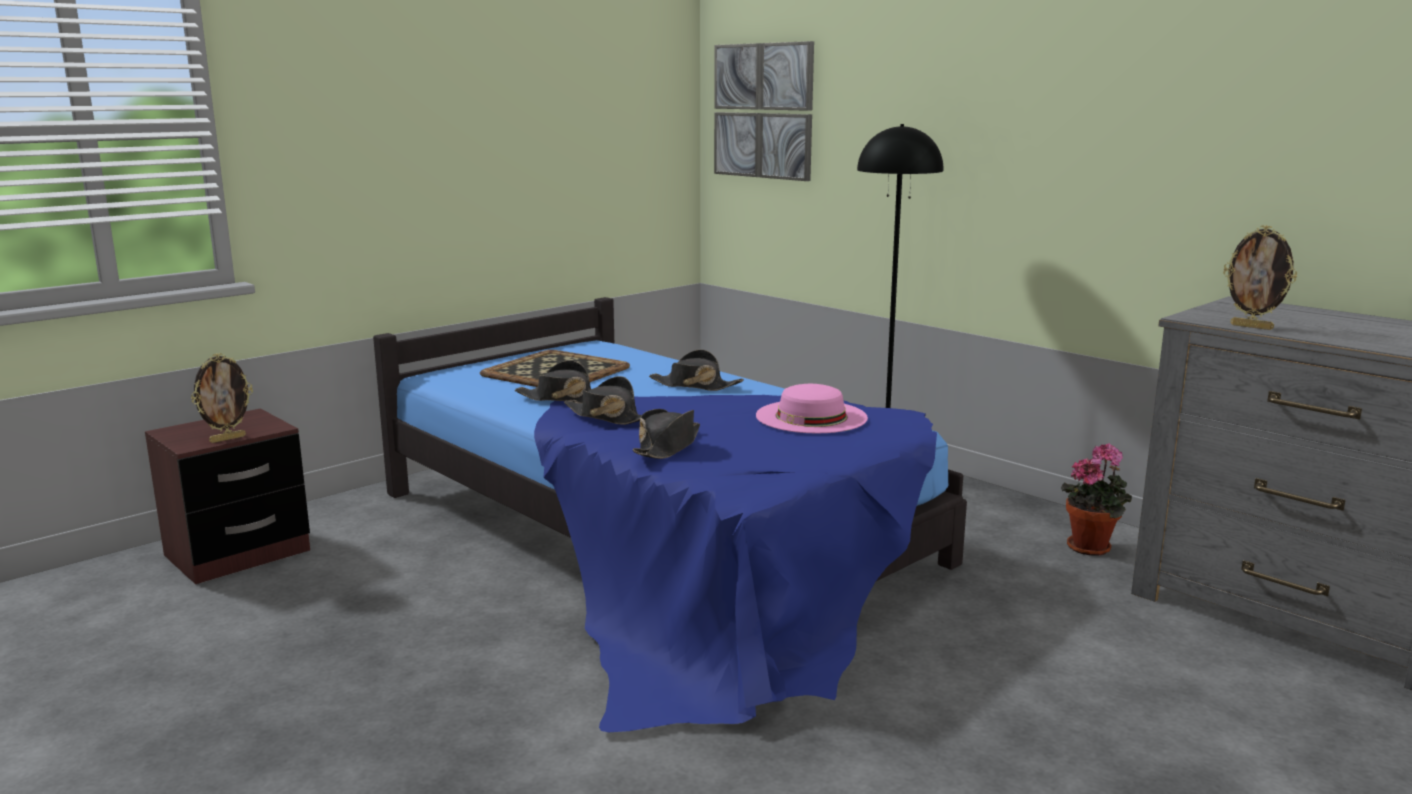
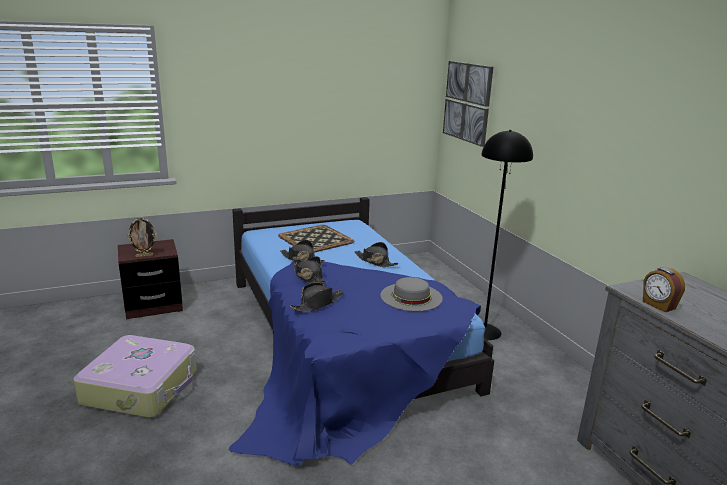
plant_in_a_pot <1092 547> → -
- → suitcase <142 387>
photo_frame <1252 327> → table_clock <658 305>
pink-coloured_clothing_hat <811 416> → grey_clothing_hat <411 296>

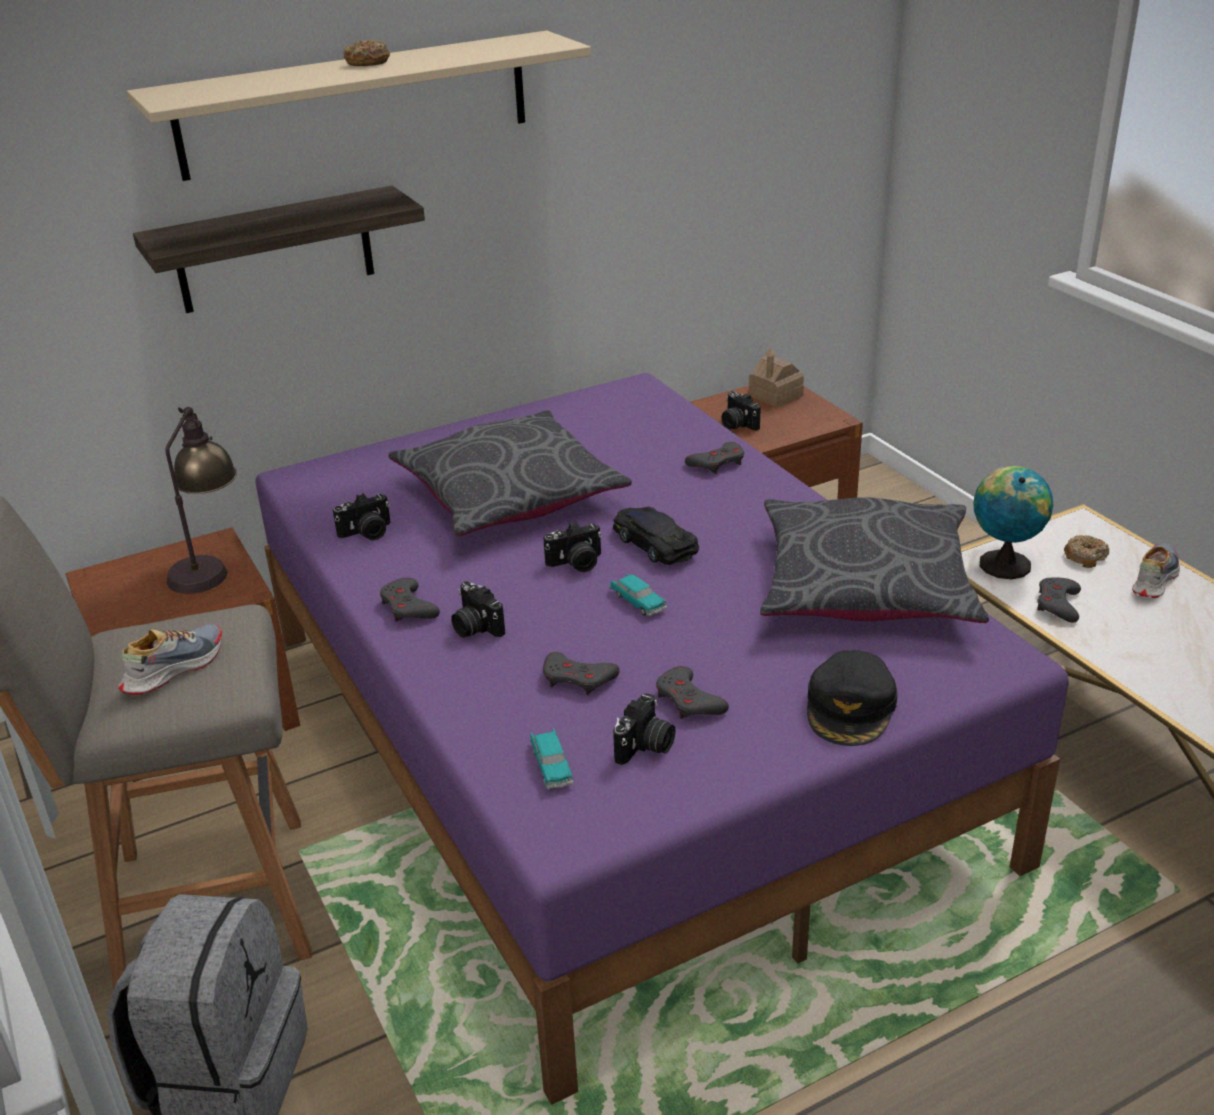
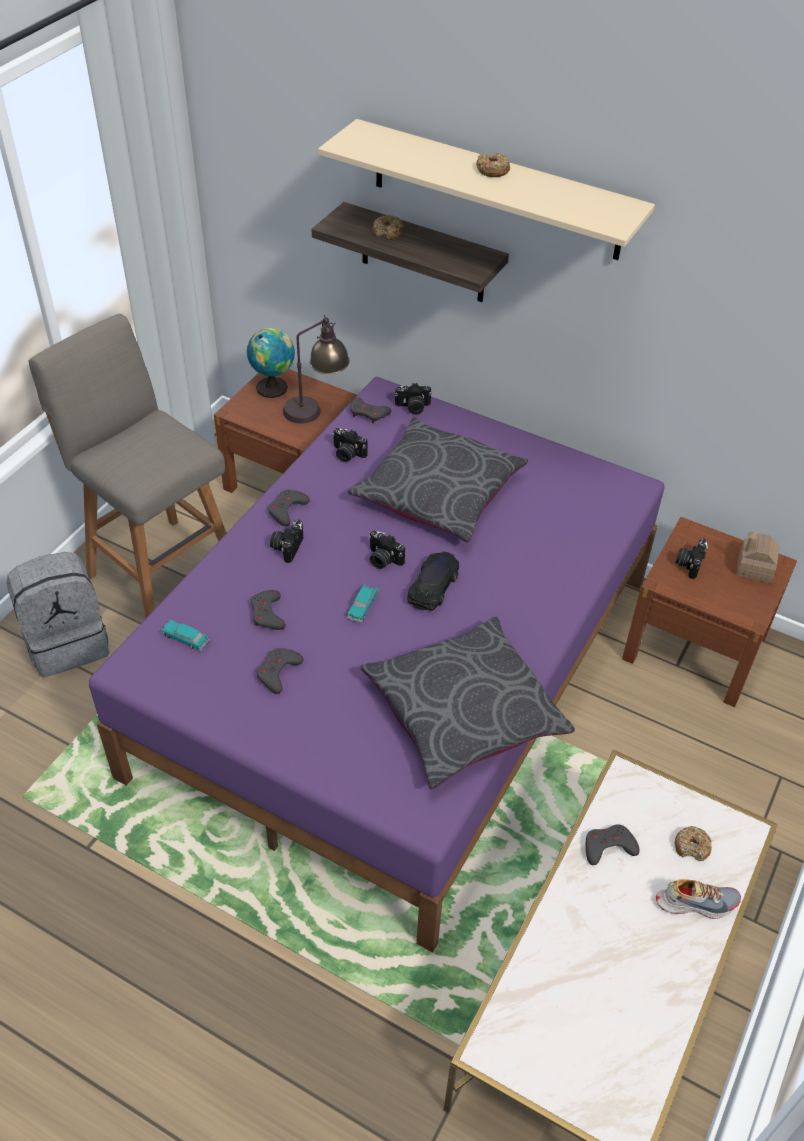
shoe <173 668> → -
blackish_peaked_cap <851 707> → -
- → doughnut <388 232>
photo_camera <645 747> → photo_camera <413 407>, moved
grey_gamepad <717 463> → grey_gamepad <368 413>, moved
globe <1003 563> → globe <274 387>, moved
model_car <551 765> → model_car <185 638>, 75 degrees clockwise

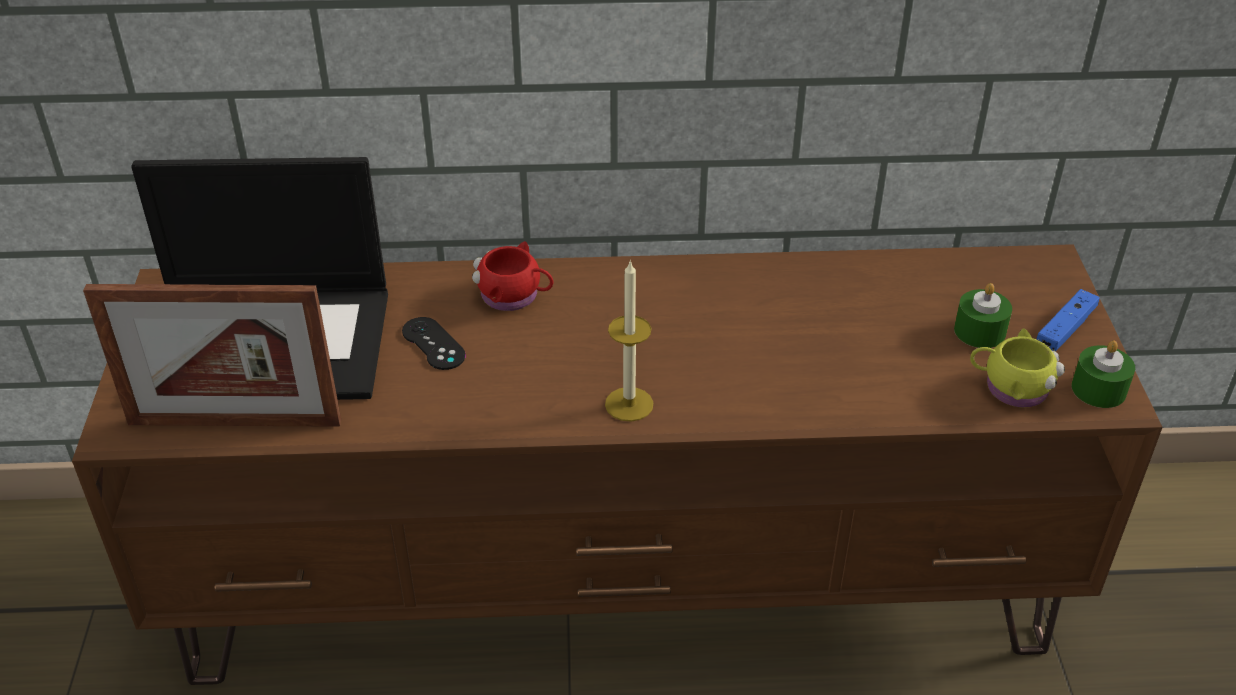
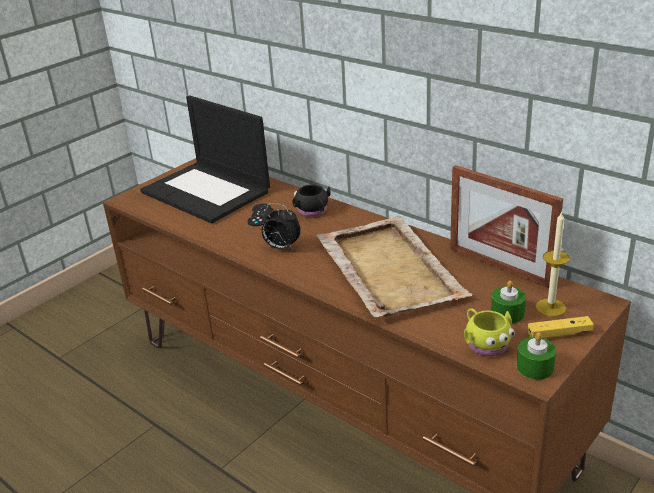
- → table_clock <281 247>
- → sand-coloured_serving_tray <388 269>
photo_frame <234 422> → photo_frame <499 267>, moved
wax_light <629 404> → wax_light <550 307>, moved
reddish_mug <514 296> → blackish_mug <313 211>
bluish_gamepad <1065 329> → yellow_gamepad <559 334>

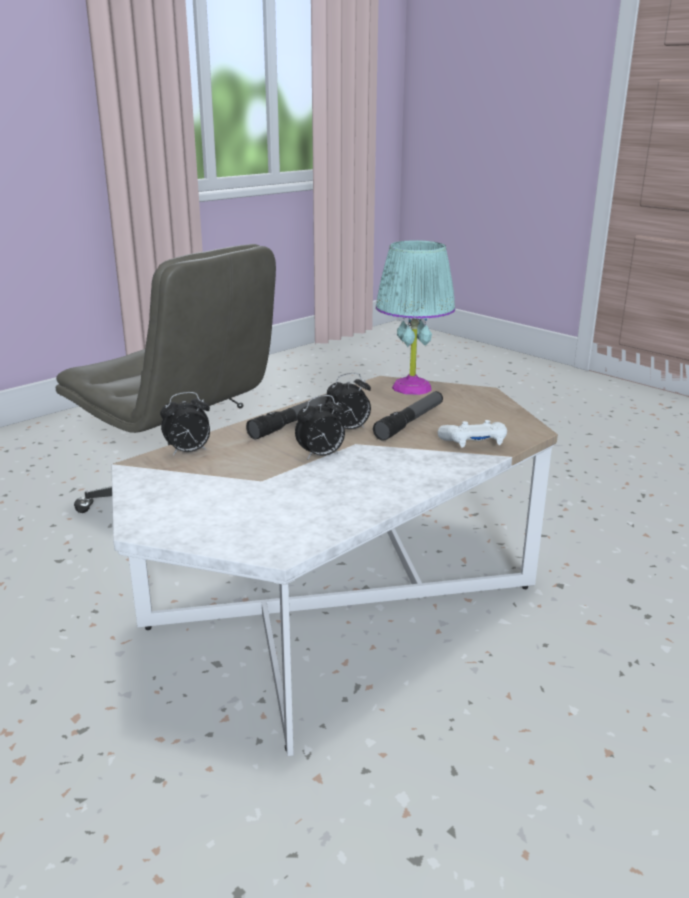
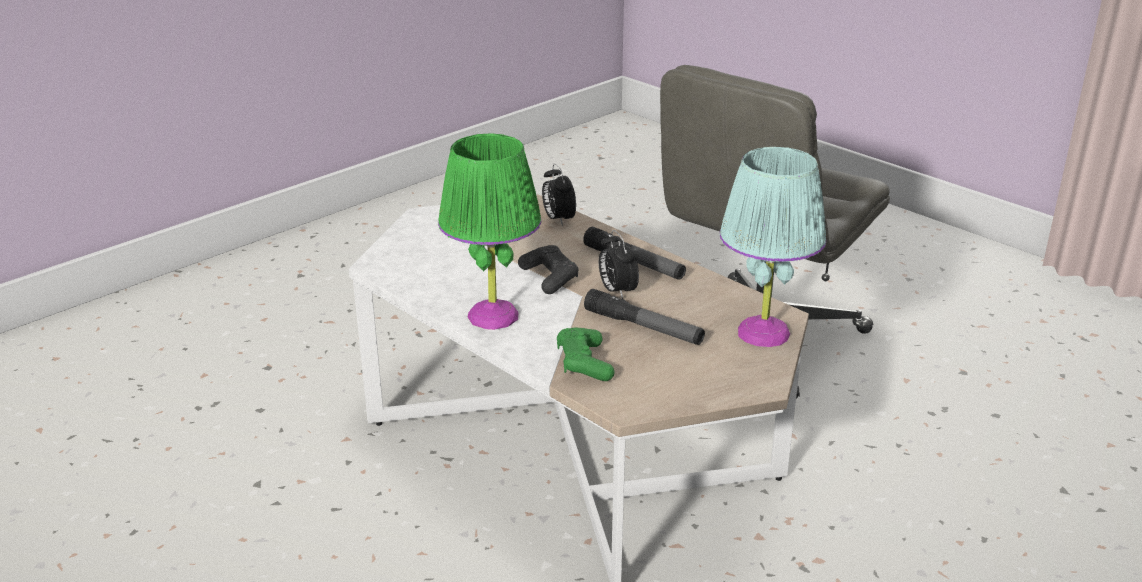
- → green-coloured_table_lamp <492 315>
table_clock <321 456> → blackish_gamepad <549 278>
whitish_gamepad <474 443> → green-coloured_gamepad <584 363>

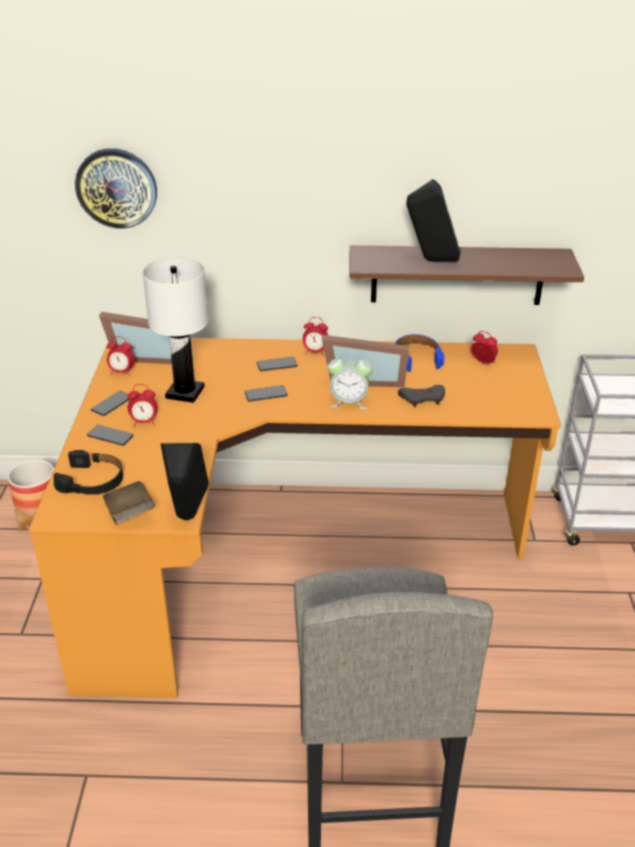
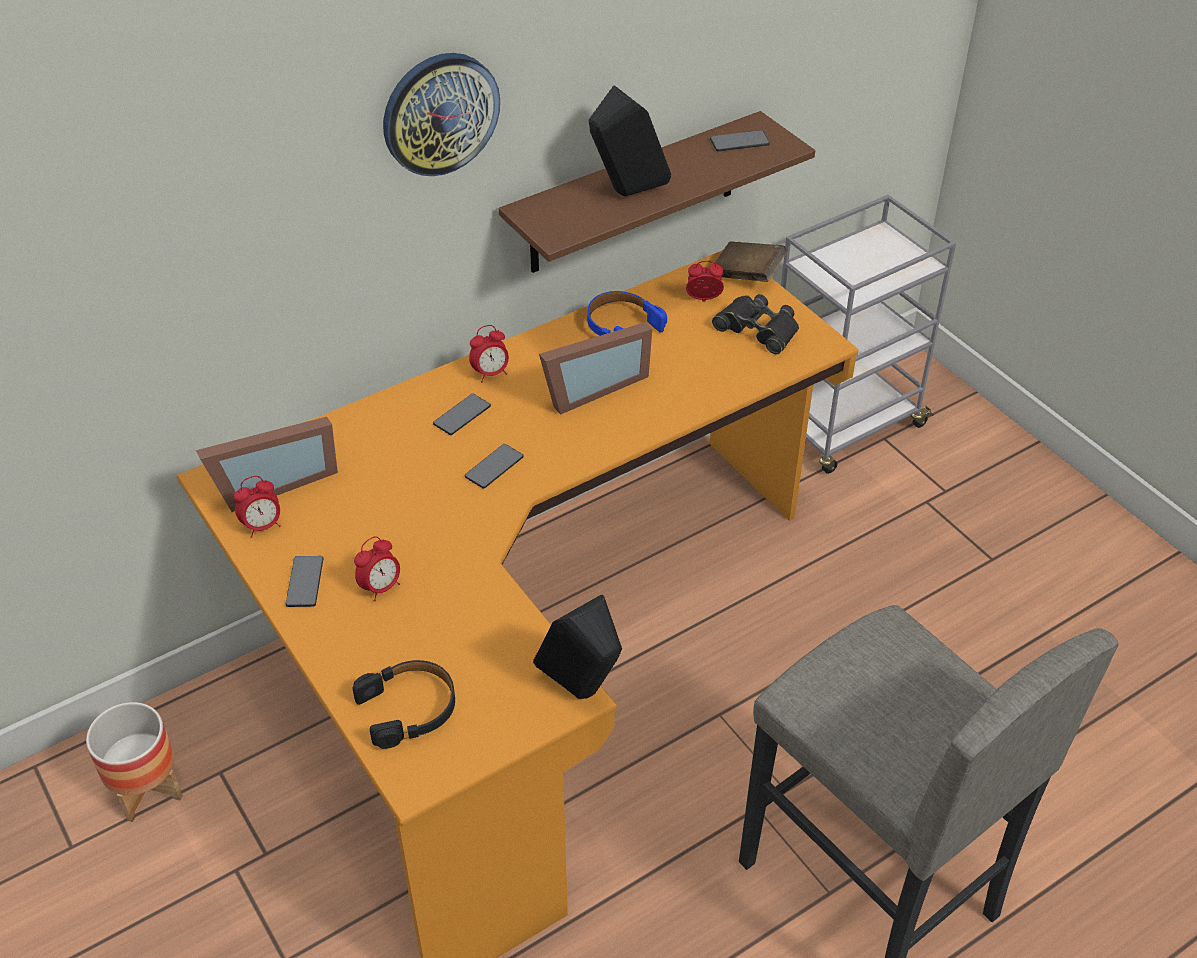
whitish_table_lamp <185 393> → -
table_clock <348 402> → -
grey_gamepad <423 399> → -
- → blackish_field_glasses <758 329>
clock_on_the_wall <116 188> → clock_on_the_wall <440 113>, moved
handset <110 436> → handset <739 142>, moved
brown_volume <130 514> → brown_volume <747 275>, moved

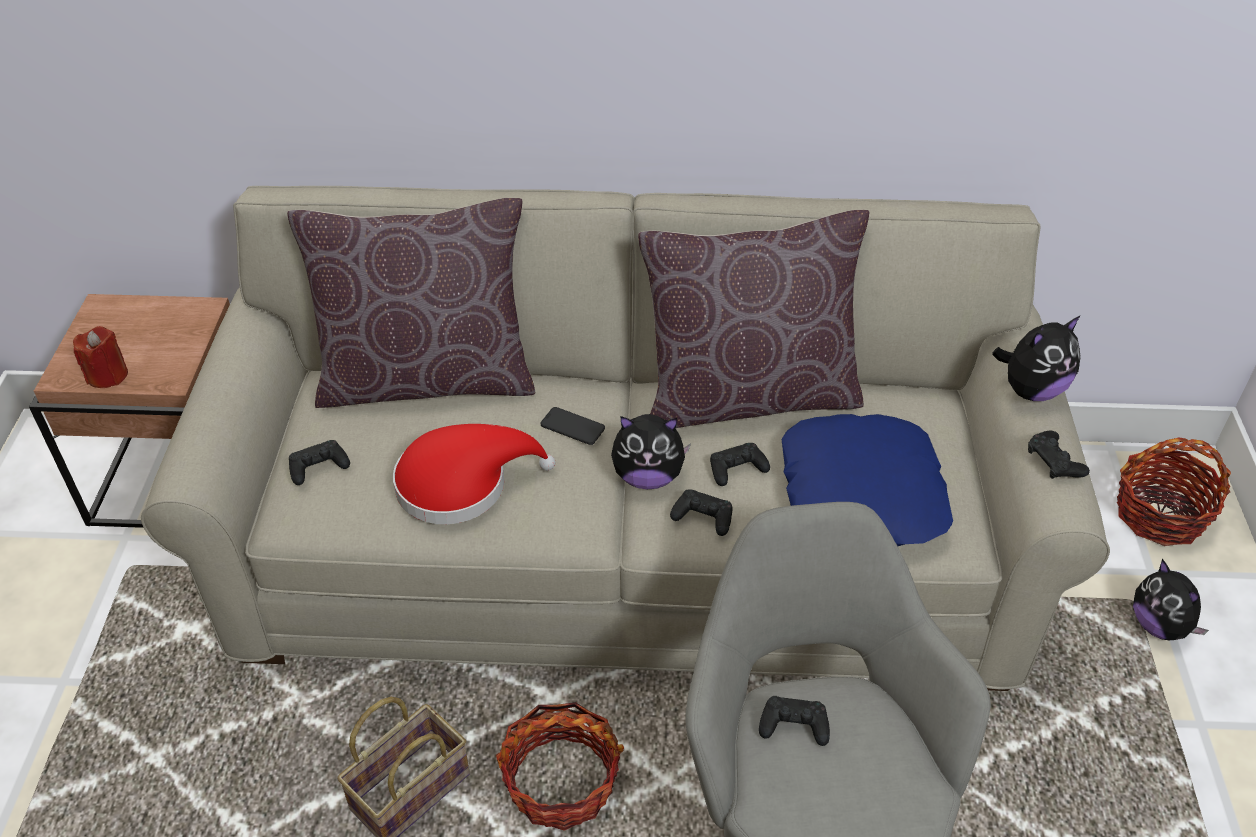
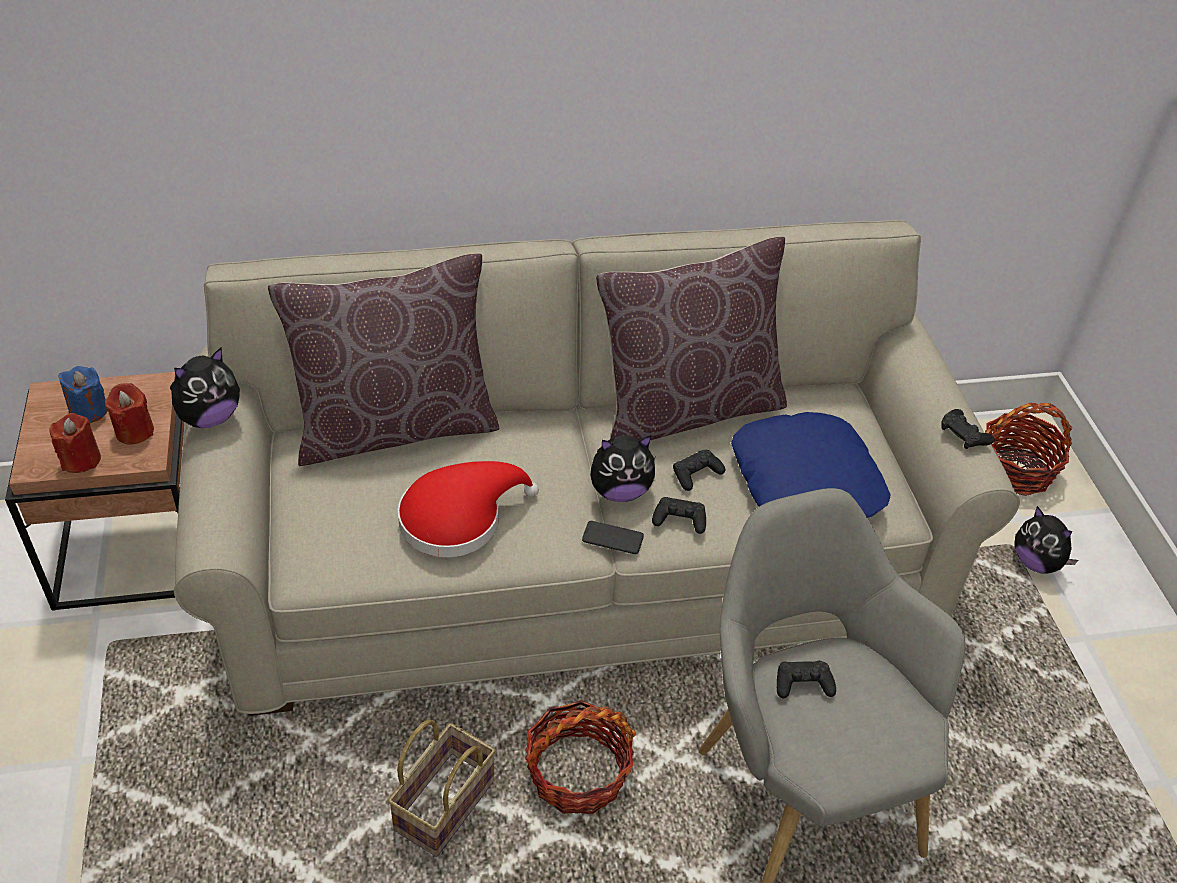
blackish_gamepad <318 467> → -
- → bluish_wax_light <89 411>
- → reddish_wax_light <134 431>
handset <572 426> → handset <612 538>, moved
cuddly_toy <1031 390> → cuddly_toy <209 417>, moved

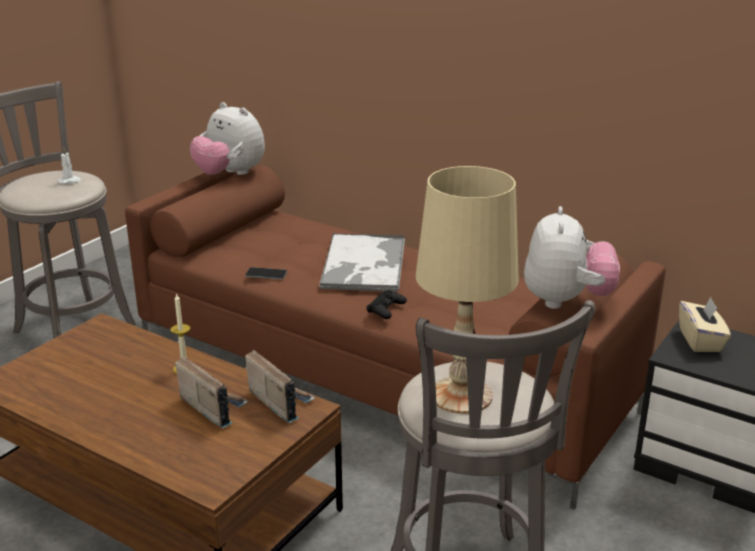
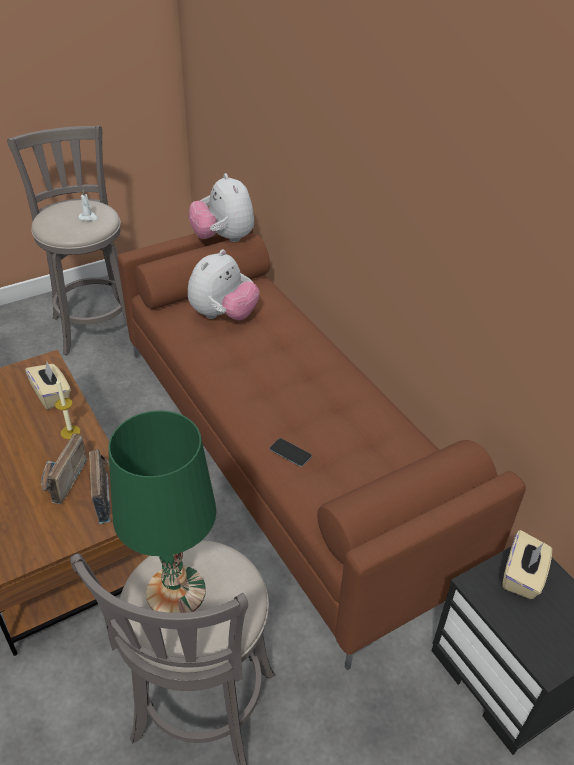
serving_tray <363 264> → -
blackish_gamepad <386 309> → -
- → sand-coloured_tissue_holder <52 395>
handset <266 274> → handset <290 452>, moved
cuddly_toy <566 301> → cuddly_toy <223 315>, moved
sand-coloured_table_lamp <462 395> → green-coloured_table_lamp <177 591>
radio <213 406> → radio <61 481>, 150 degrees counterclockwise

